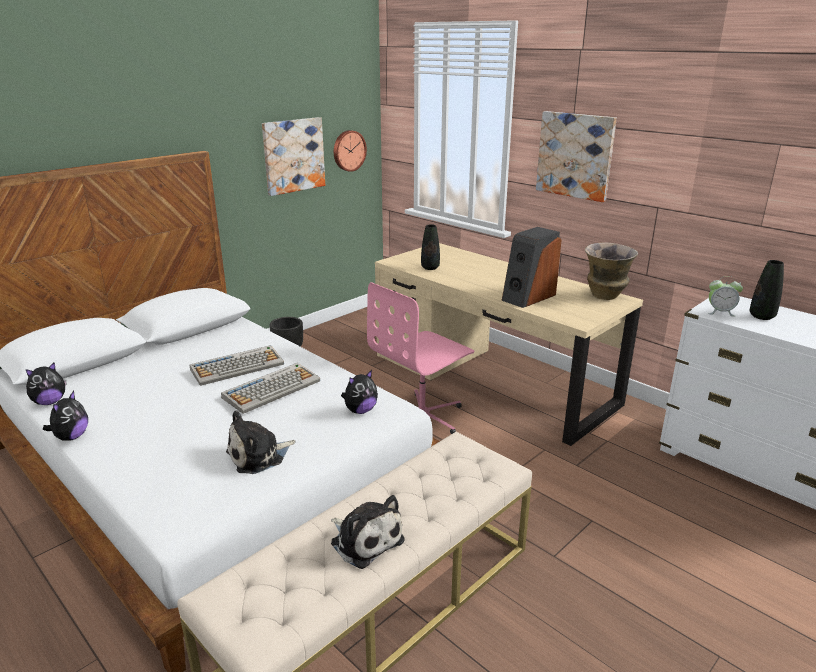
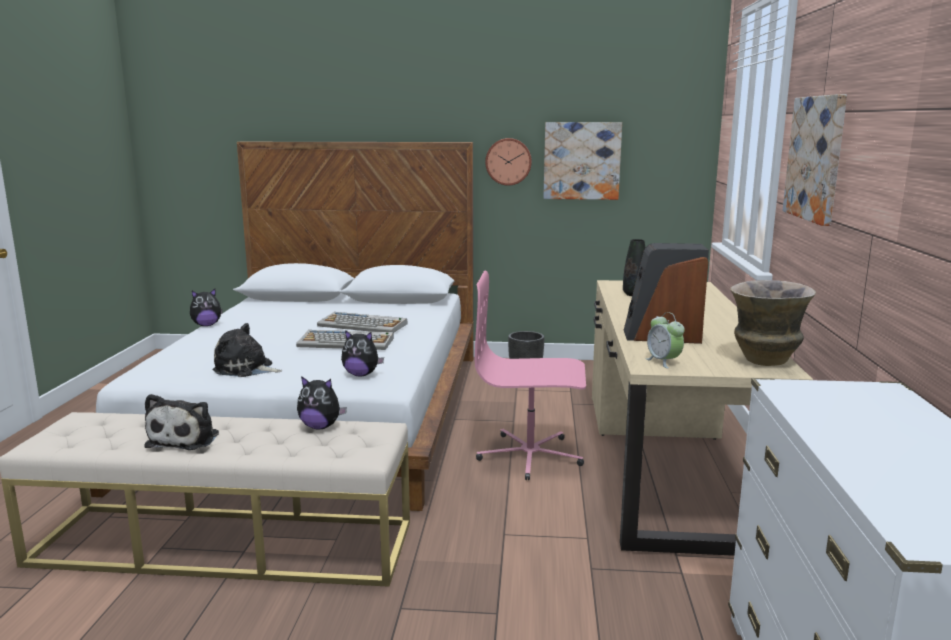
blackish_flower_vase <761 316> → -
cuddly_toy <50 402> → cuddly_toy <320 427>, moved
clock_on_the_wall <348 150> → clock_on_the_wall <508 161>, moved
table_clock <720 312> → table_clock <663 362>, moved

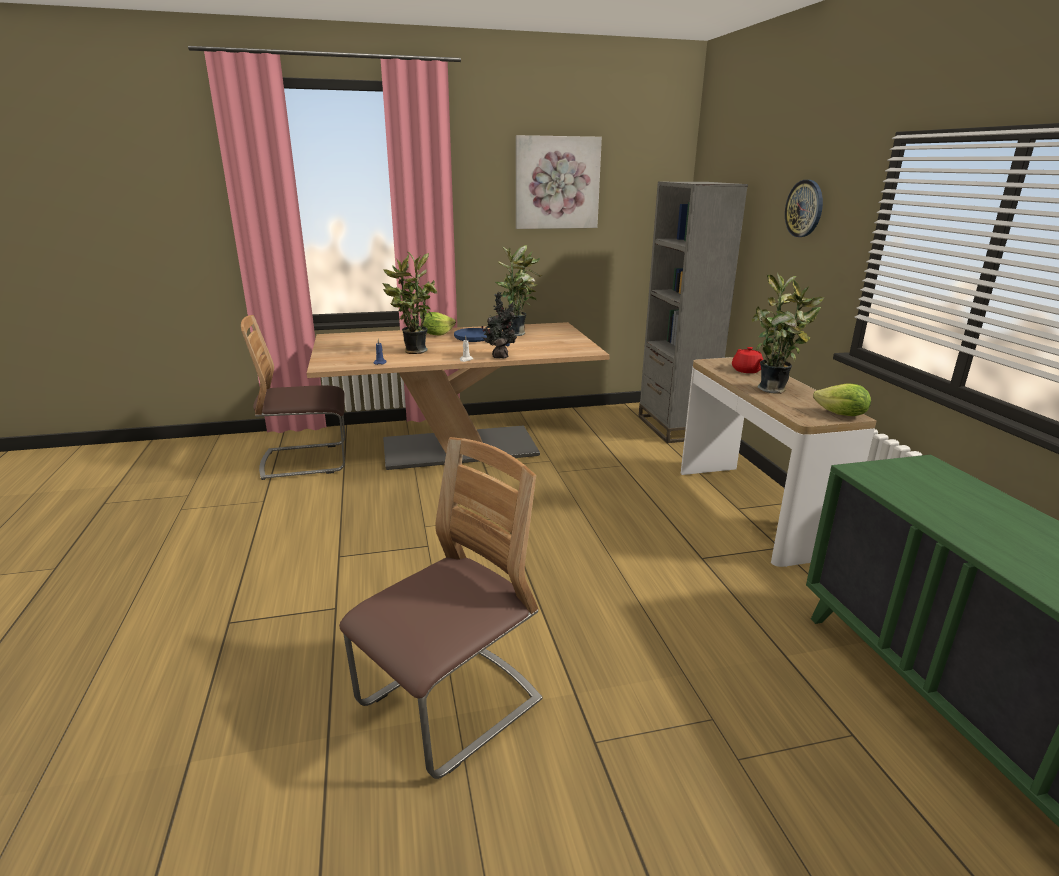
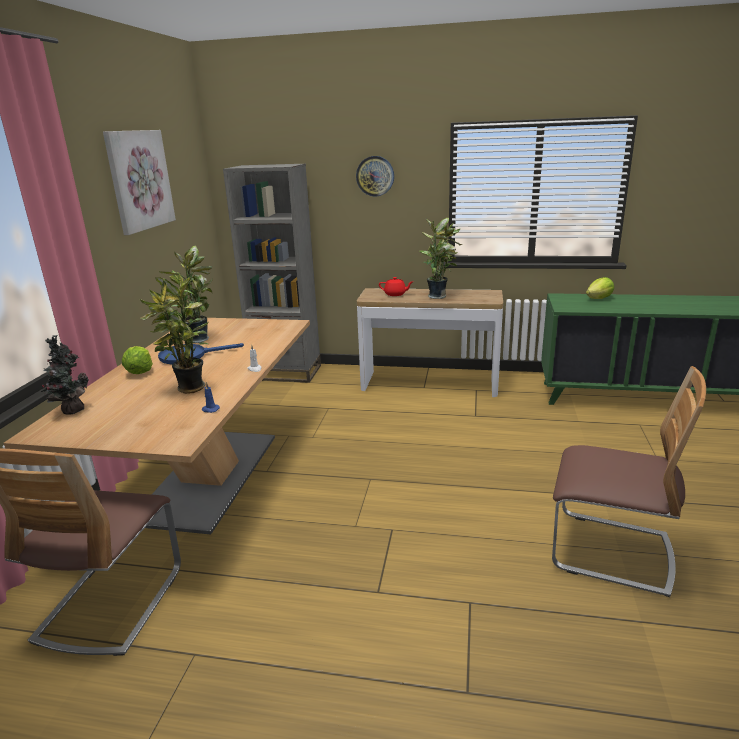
plant_in_a_pot <500 356> → plant_in_a_pot <71 410>, moved
lettuce_head <841 415> → lettuce_head <599 299>, moved
plain_chair <450 705> → plain_chair <610 551>, 135 degrees clockwise

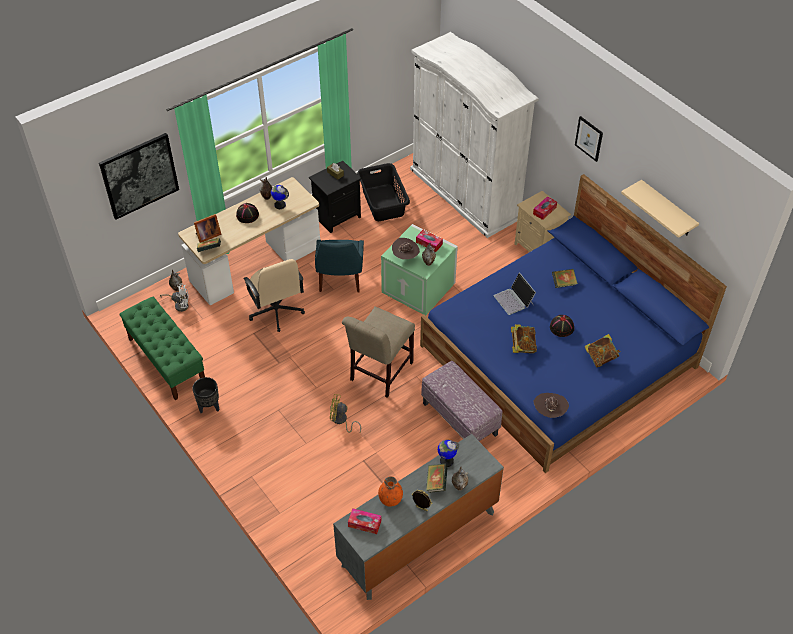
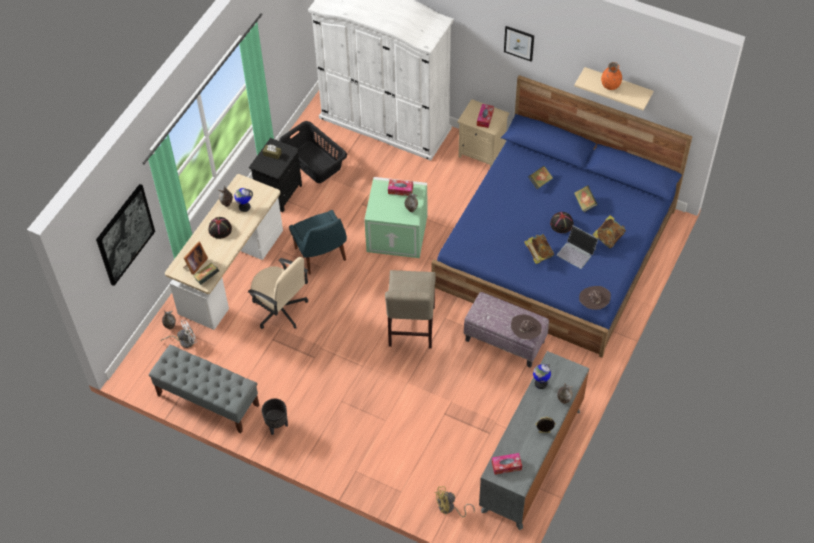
yellow_cooling_fan <341 421> → yellow_cooling_fan <449 508>, moved
orangey_flower_vase <390 499> → orangey_flower_vase <610 85>, moved
brown_clothing_hat <405 257> → brown_clothing_hat <525 333>, moved
volume <436 483> → volume <584 203>, moved
portable_computer <514 300> → portable_computer <576 252>, moved
green-coloured_long_seat <166 361> → grey_long_seat <207 400>

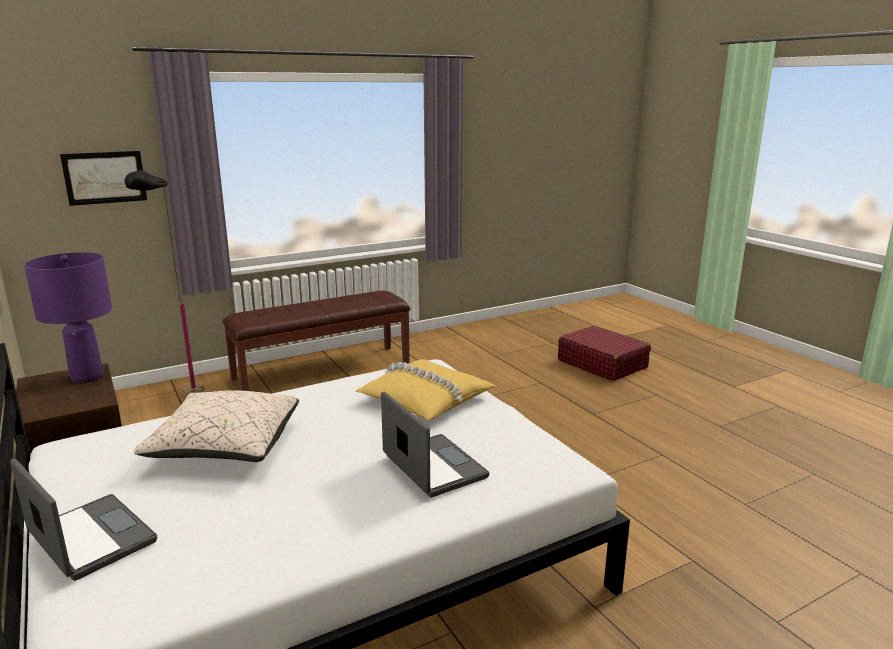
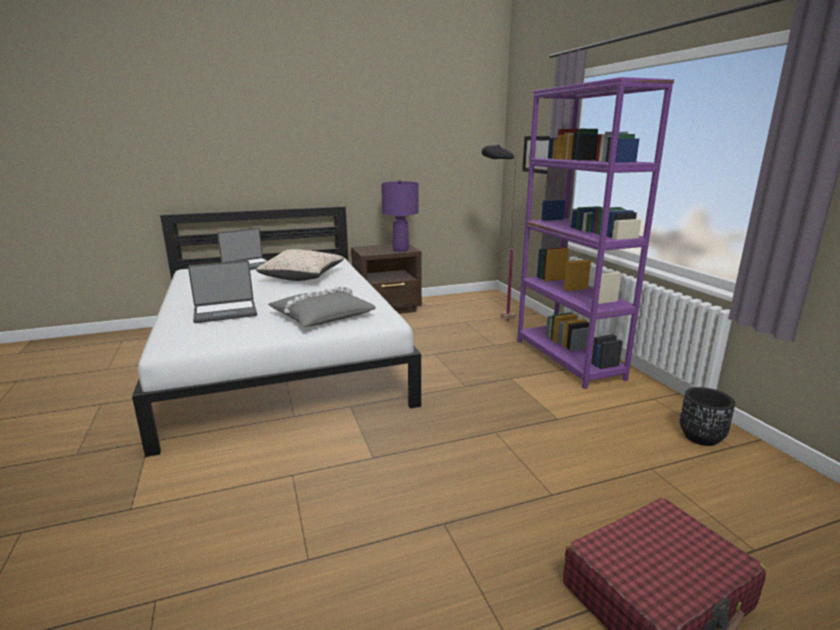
- → blackish_plant_pot <701 437>
brown_long_seat <322 370> → purple-coloured_bookshelf <568 359>
yellow_cushion <425 400> → grey_cushion <321 316>

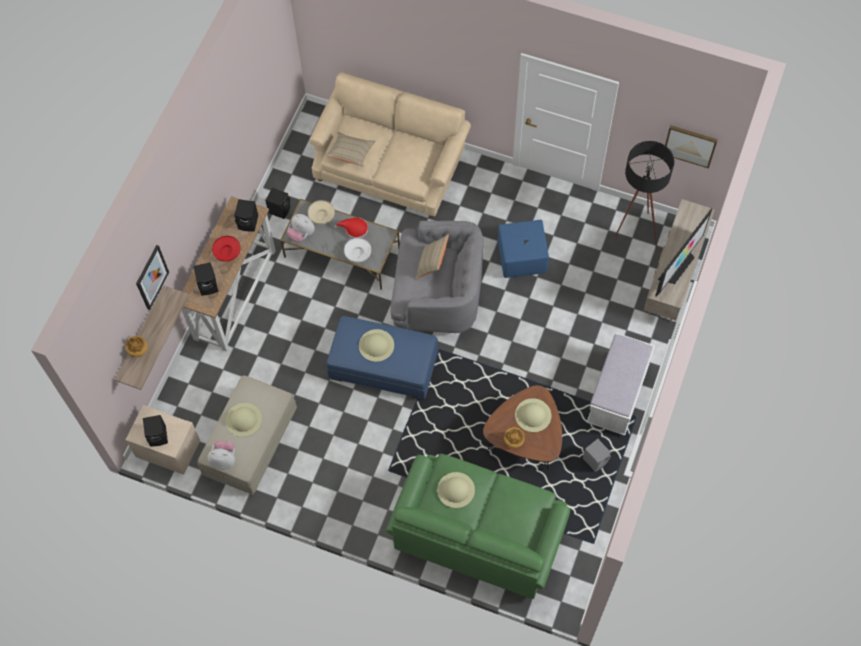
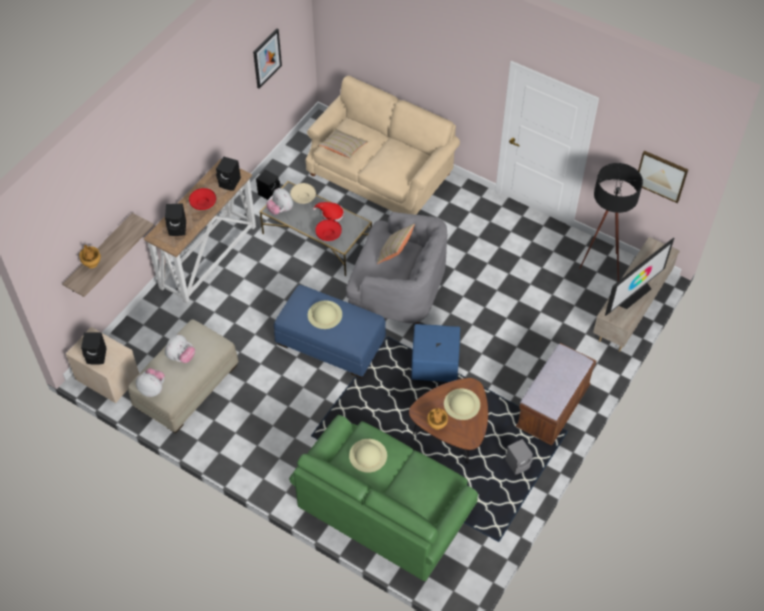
wall_picture <151 277> → wall_picture <266 58>, moved
bluish_pouffe <521 258> → bluish_pouffe <434 364>, moved
sand-coloured_clothing_hat <243 419> → cuddly_toy <181 357>
whitish_bowl <358 253> → reddish_bowl <328 234>
whitish_long_seat <617 395> → brown_long_seat <552 408>

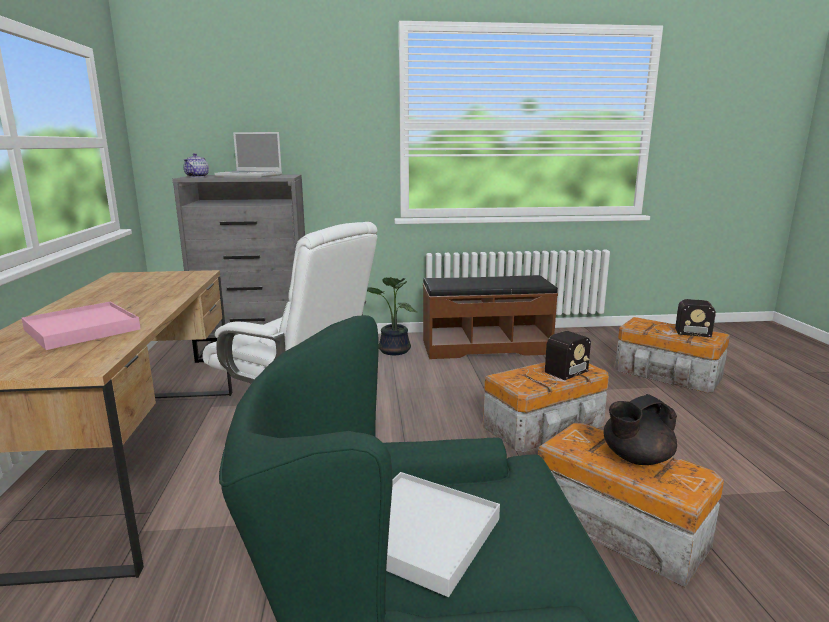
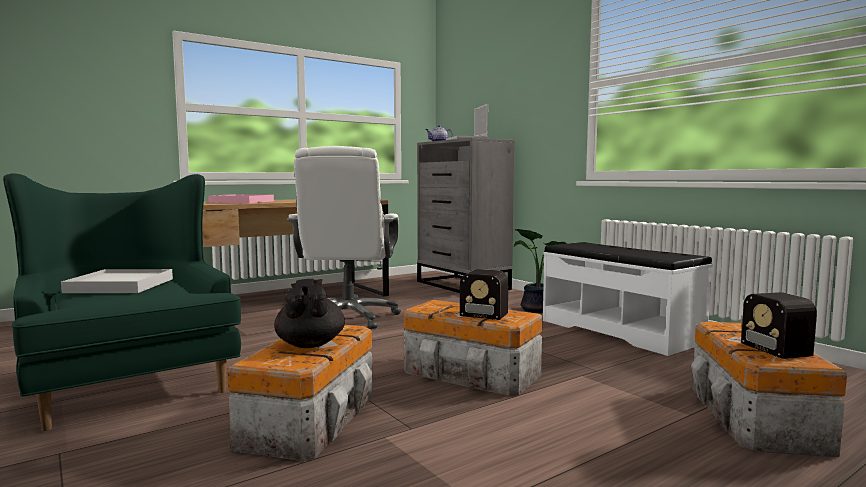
brown_long_seat <485 347> → whitish_long_seat <619 331>
blackish_teapot <635 458> → blackish_teapot <310 344>, 45 degrees clockwise

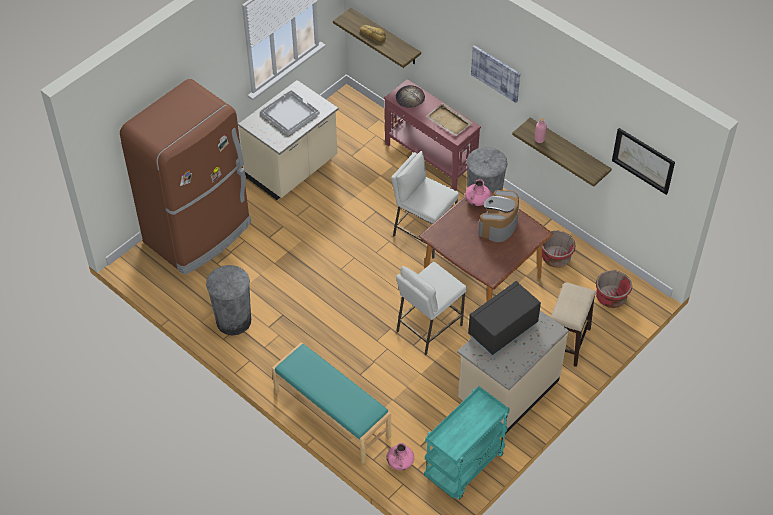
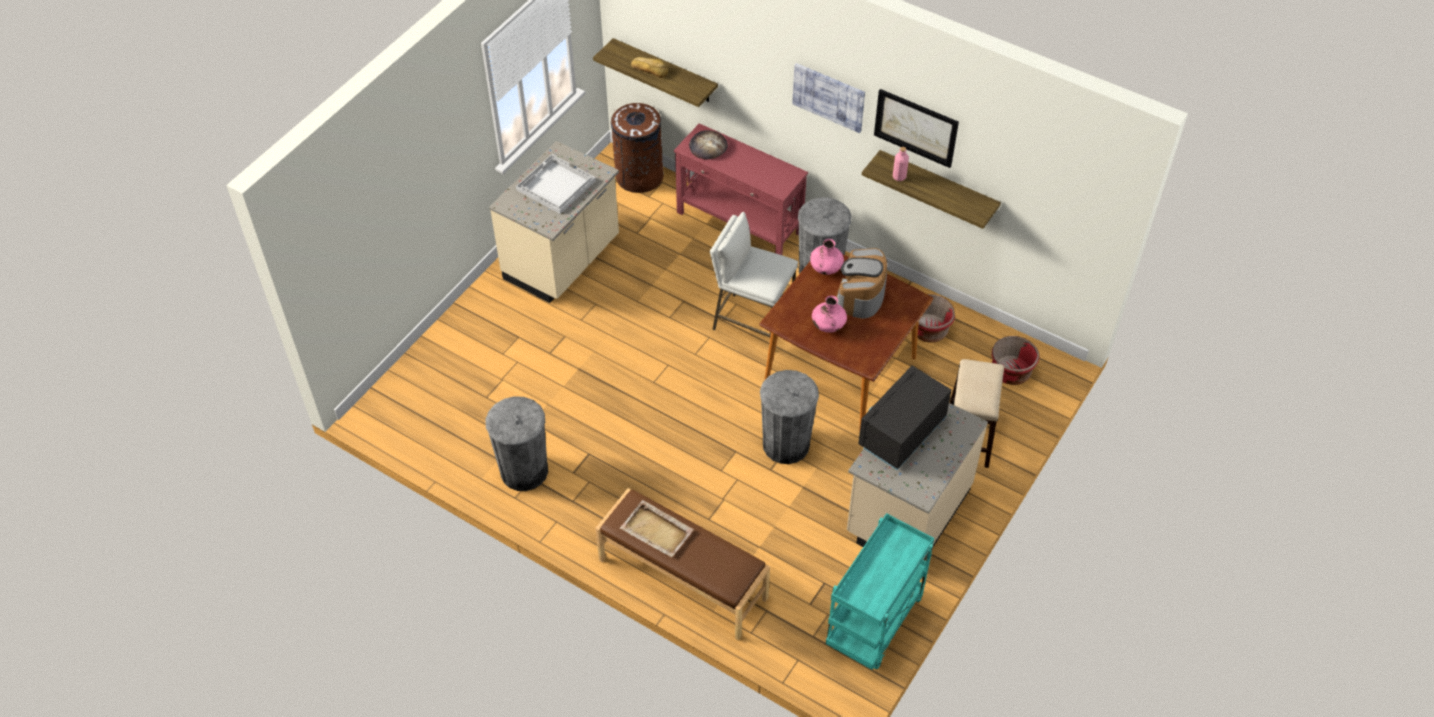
brown_fridge <199 233> → -
- → brown_waste_bin <639 176>
pink-coloured_flower_vase <400 463> → pink-coloured_flower_vase <828 326>, moved
sand-coloured_serving_tray <449 121> → sand-coloured_serving_tray <657 531>, moved
wall_picture <643 160> → wall_picture <916 127>, moved
whitish_sitting_stool <428 328> → grey_waste_bin <786 444>
turquoise-coloured_long_seat <331 415> → brown_long_seat <682 579>

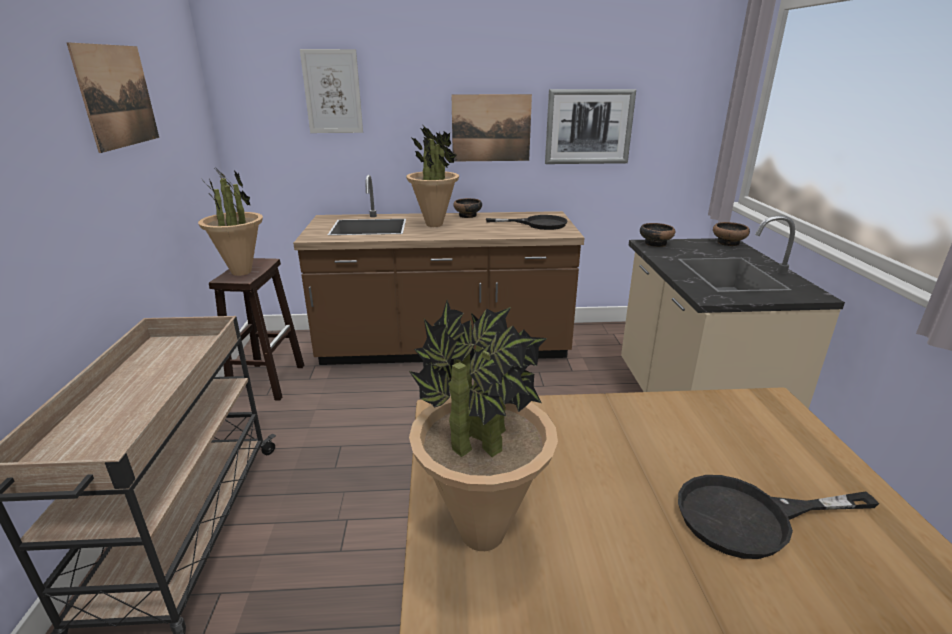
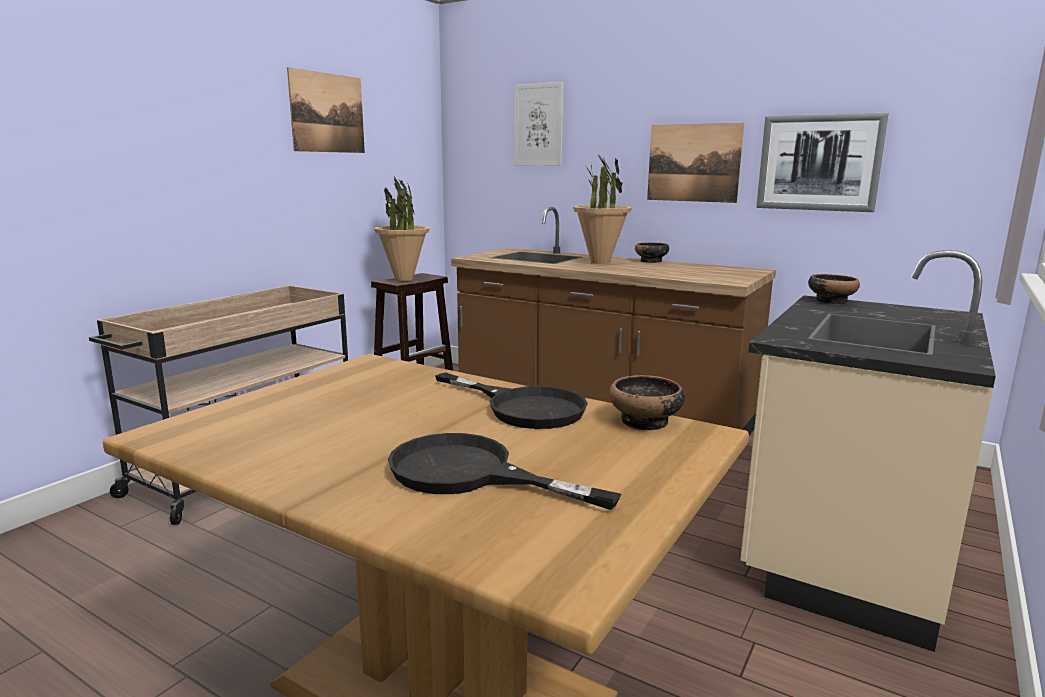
plant_in_a_pot <481 534> → -
blackish_pan <537 224> → blackish_pan <523 407>, moved
bowl <728 243> → bowl <645 422>, moved

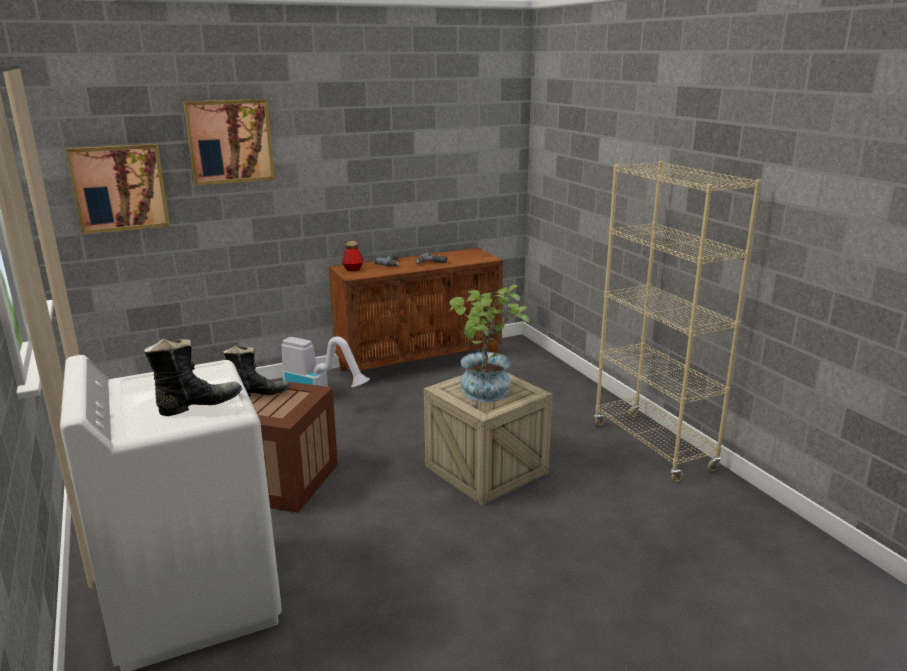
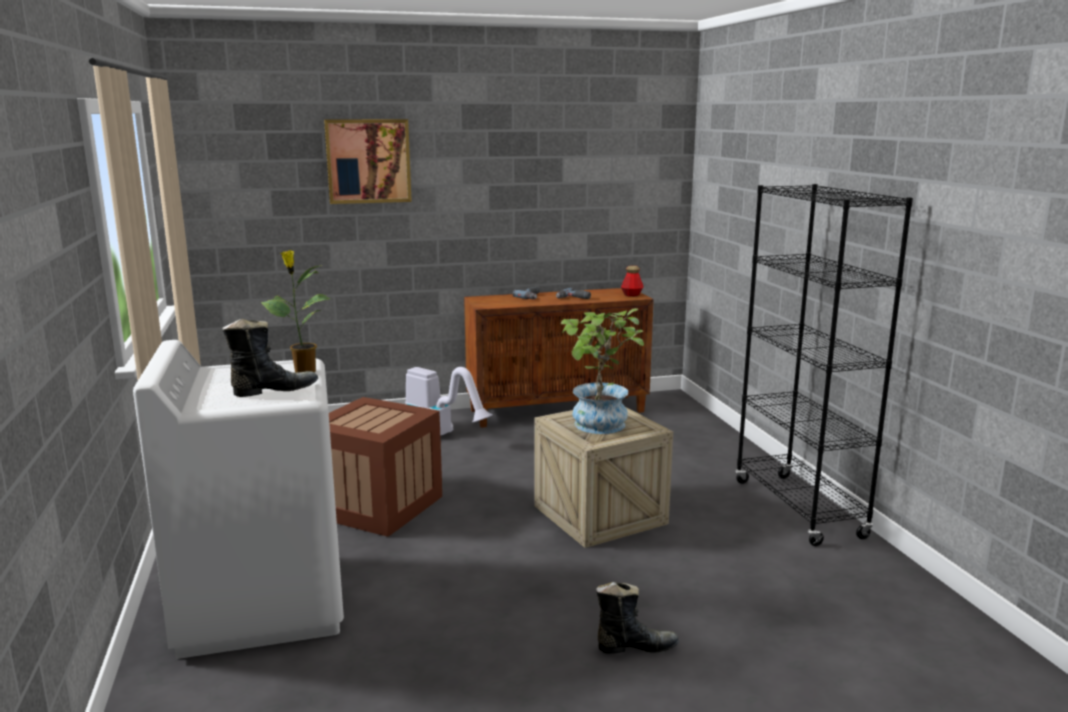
wall_picture <119 188> → -
- → plant_in_a_pot <303 371>
blackish_high-top_boot <259 393> → blackish_high-top_boot <635 647>, moved
bottle <353 269> → bottle <631 295>, moved
sand-coloured_bookshelf <653 447> → blackish_bookshelf <798 509>

